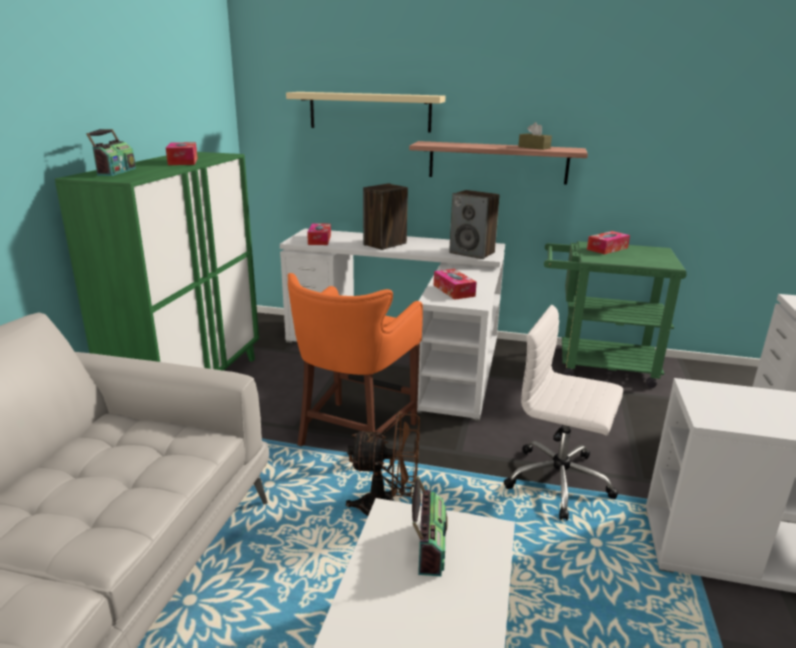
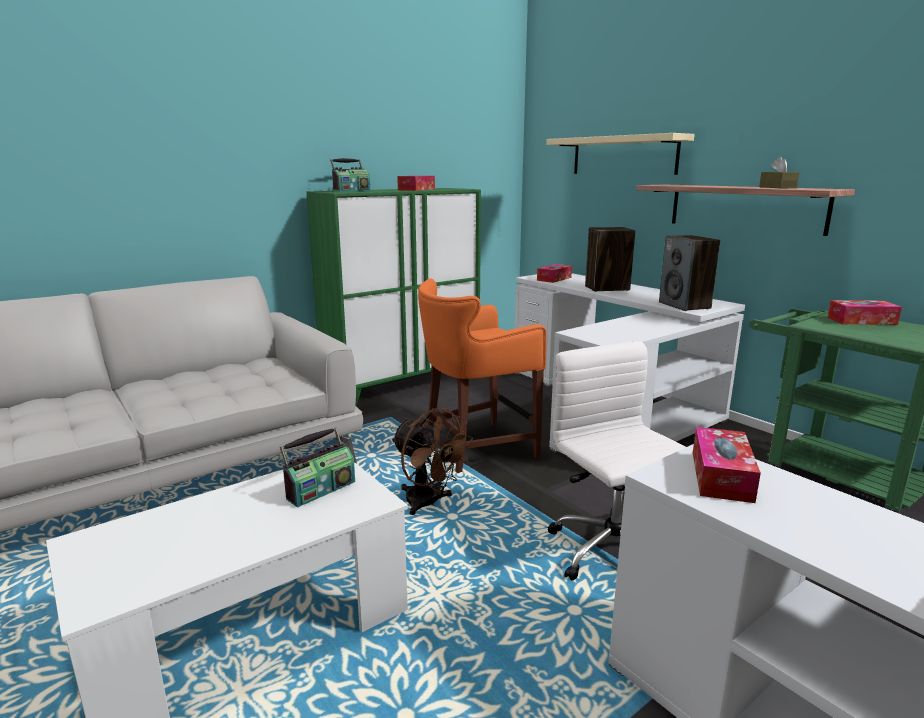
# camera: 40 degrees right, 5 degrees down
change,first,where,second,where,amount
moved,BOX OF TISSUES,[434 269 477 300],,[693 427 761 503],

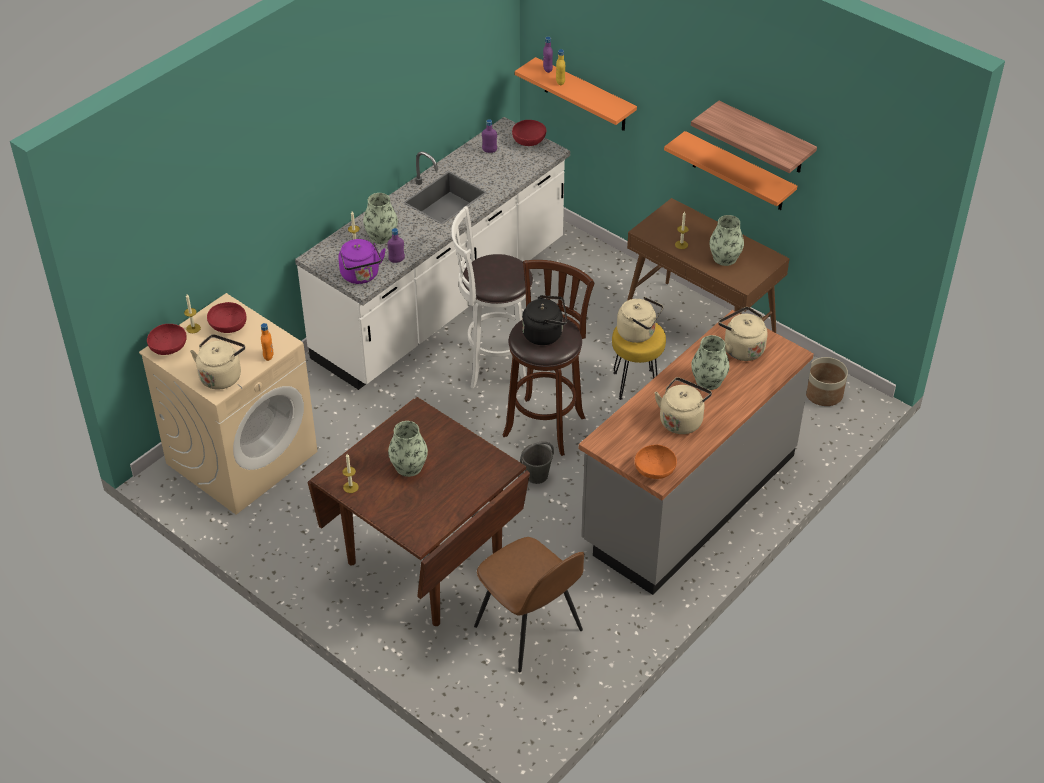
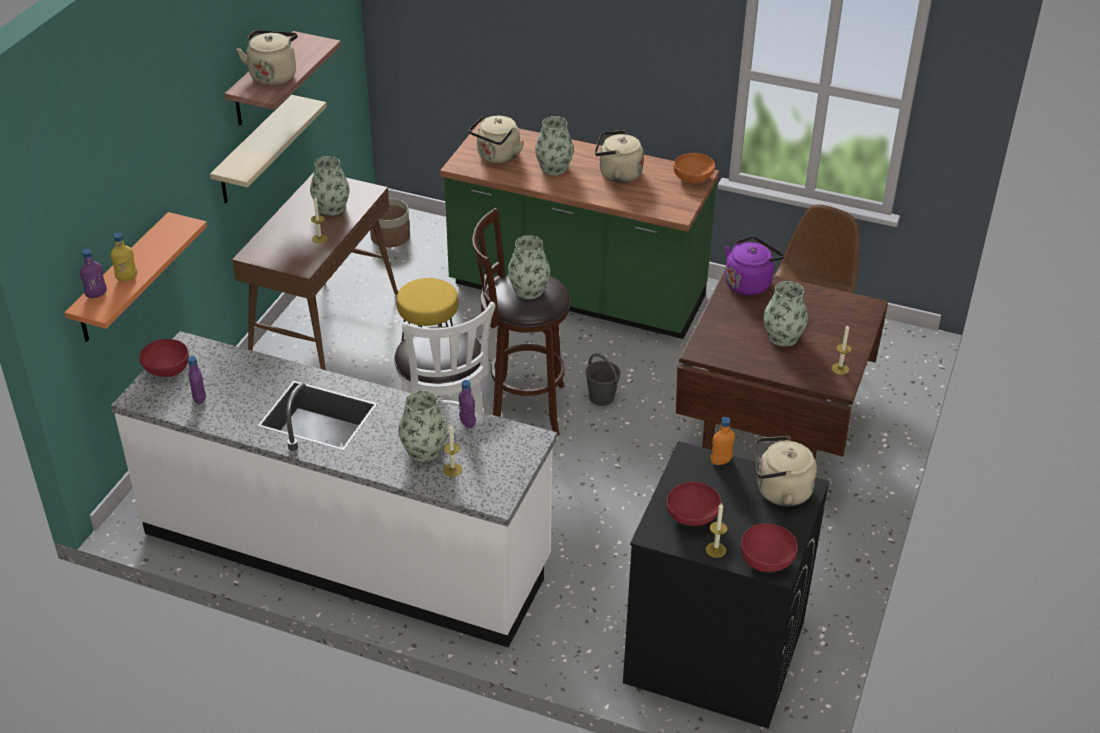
# camera: 110 degrees left, 5 degrees down
change,first,where,second,where,amount
recoloured,BEIGE-COLOURED LAUNDRY APPLIANCE,[139 293 317 515],BLACK LAUNDRY APPLIANCE,[623 441 829 729],
moved,PURPLE-COLOURED WATER KETTLE,[338 239 386 284],,[725 236 784 295],
replaced,BLACK WATER KETTLE,[522 295 567 345],FLOWER VASE,[508 235 550 299],
recoloured,GRAY COUNTER,[579 310 814 595],GREEN-COLOURED COUNTER,[440 123 719 339],
moved,BEIGE-COLOURED WATER KETTLE,[617 297 663 343],,[237 30 298 85],
recoloured,ORANGE WALL SHELF,[664 131 797 210],BEIGE-COLOURED WALL SHELF,[210 95 327 203],

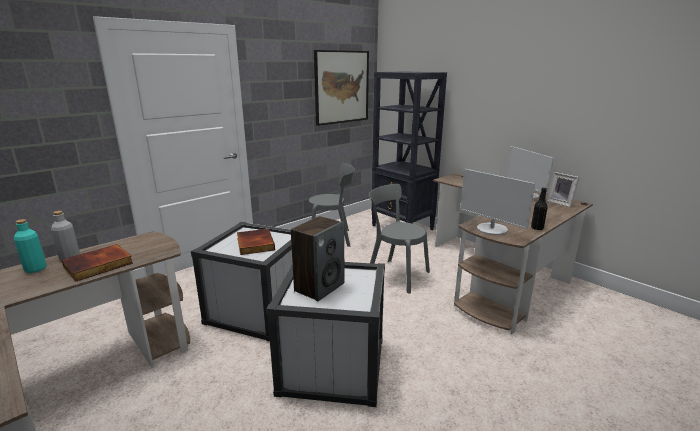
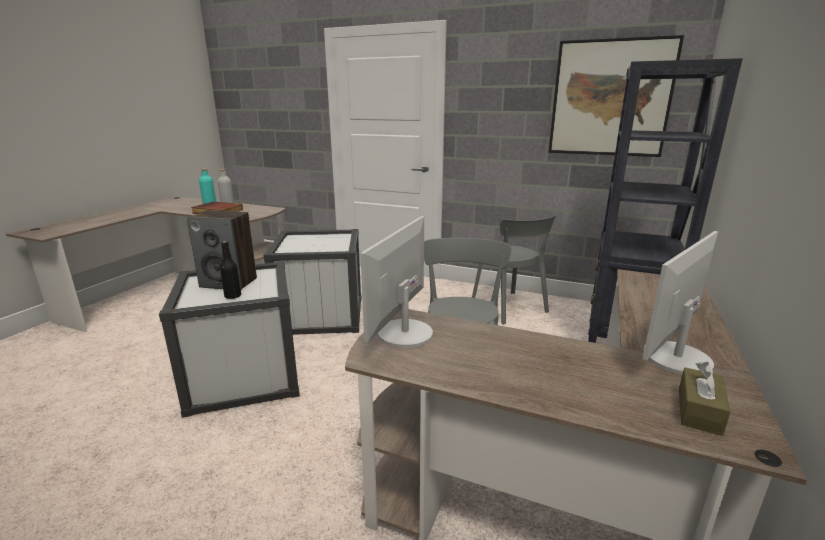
# camera: 65 degrees right, 0 degrees up
change,first,where,second,where,amount
removed,VOLUME,[237 229 275 255],,,
moved,BLACK BOTTLE,[531 187 548 230],,[220 241 241 299],
replaced,PHOTO FRAME,[547 172 579 207],BROWN-COLOURED BOX OF TISSUES,[679 362 731 436],

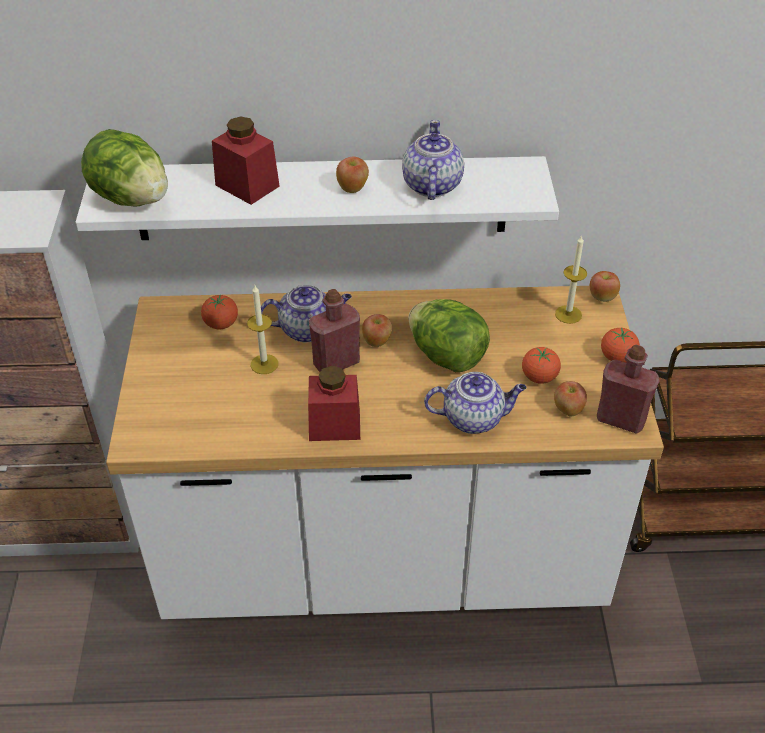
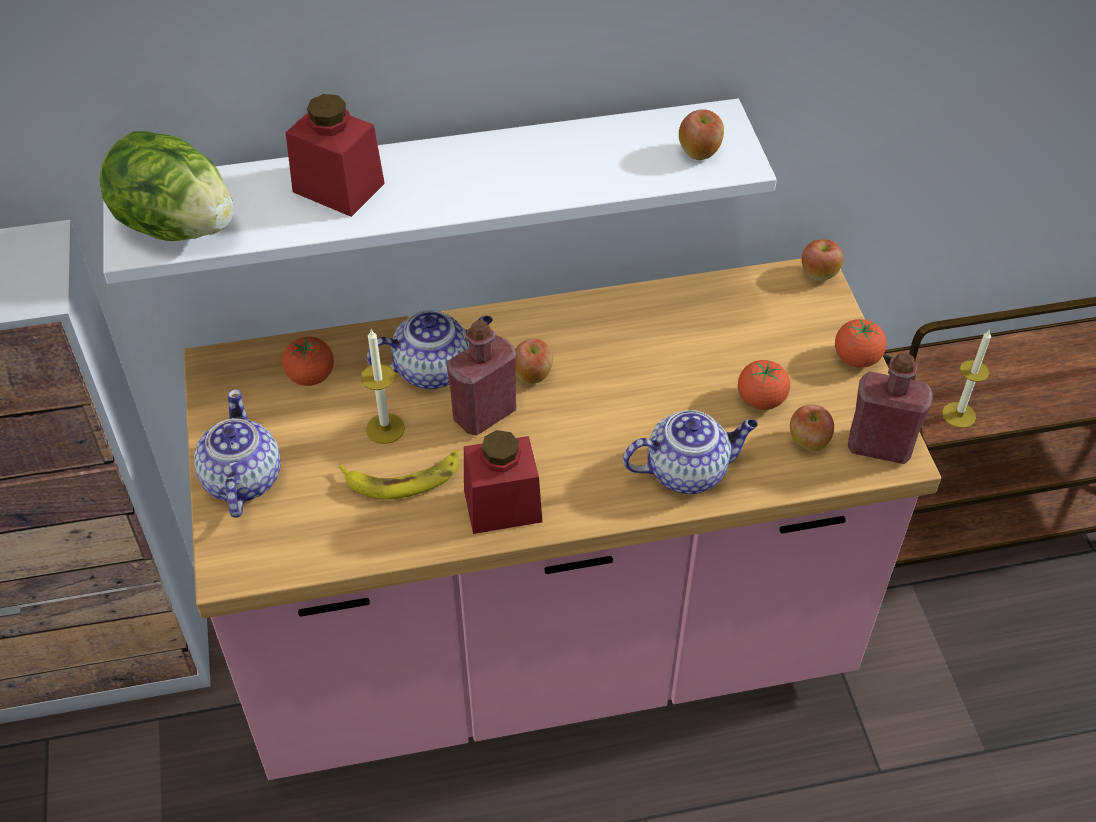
# camera: 10 degrees left, 5 degrees up
change,first,where,second,where,amount
recoloured,WHITISH COUNTER,[106 286 664 619],PINKISH COUNTER,[184 258 941 780],
moved,APPLE FRUIT,[336 157 369 193],,[679 109 724 160],
moved,POT FOR TEA,[402 120 464 200],,[194 389 281 518],
removed,LETTUCE,[409 299 490 372],,,
moved,CANDLE,[555 235 587 324],,[942 329 991 428],
added,,,BANANA,[339 450 459 500],

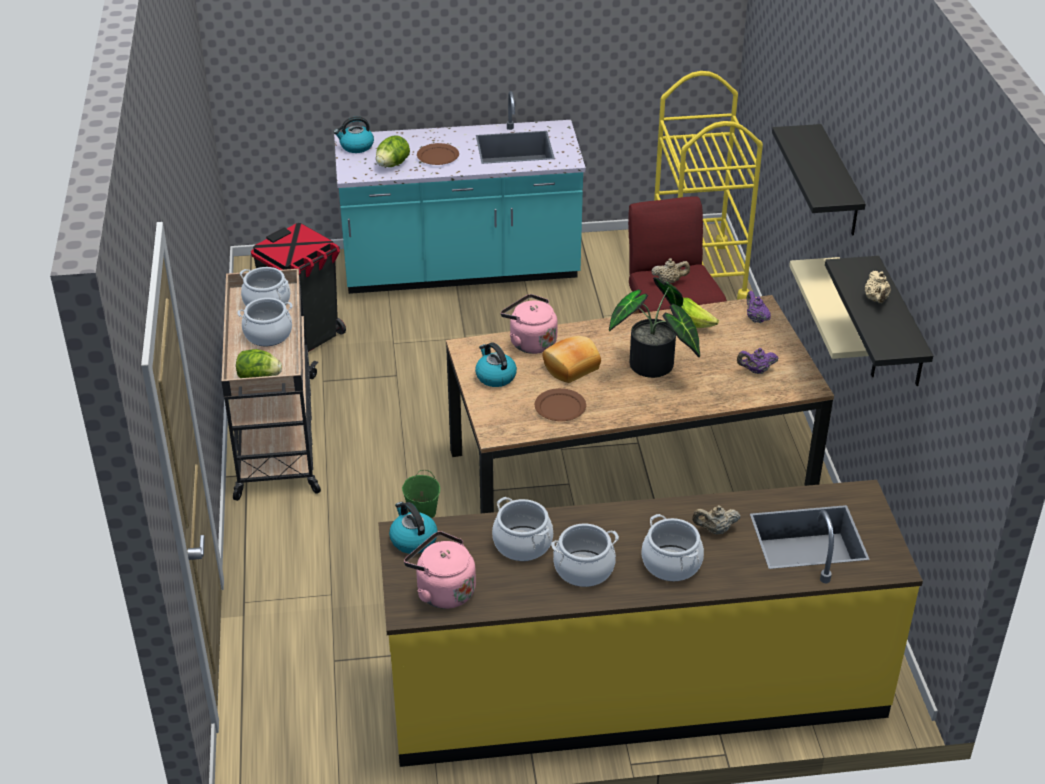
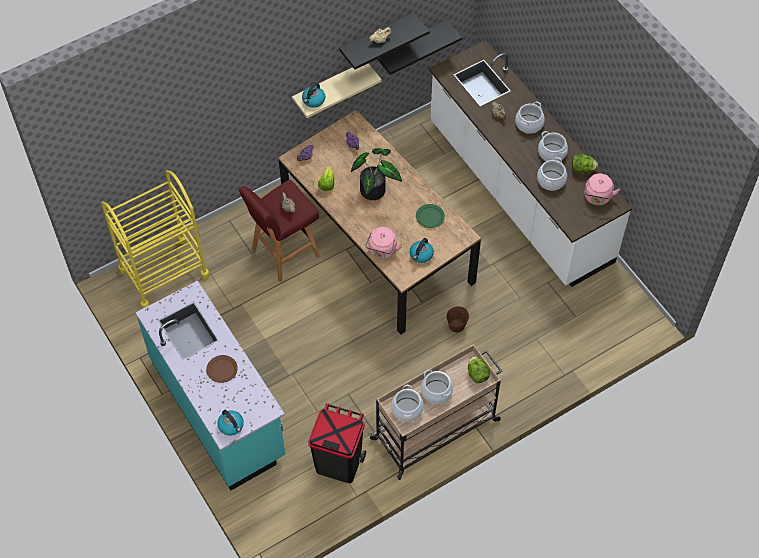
# camera: 115 degrees left, 20 degrees up
change,first,where,second,where,amount
moved,LETTUCE,[376 135 410 167],,[572 154 598 174],
recoloured,YELLOW-COLOURED COUNTER,[378 480 923 767],WHITISH COUNTER,[429 40 632 287],
moved,WATER KETTLE,[389 502 438 554],,[302 83 325 108],
recoloured,GREEN-COLOURED BUCKET,[402 470 440 518],BROWN-COLOURED BUCKET,[447 306 469 333],
recoloured,BROWN-COLOURED PLATE,[535 388 586 421],GREEN-COLOURED PLATE,[416 204 445 228],
removed,BREAD,[543 336 601 383],,,
moved,BLACK WALL SHELF,[772 124 866 236],,[377 19 462 75],

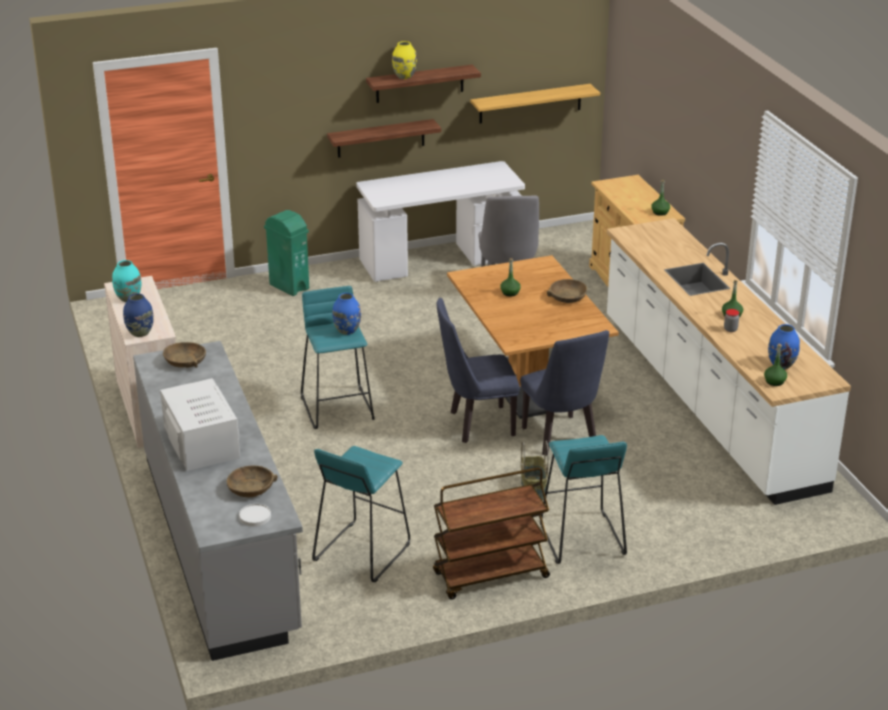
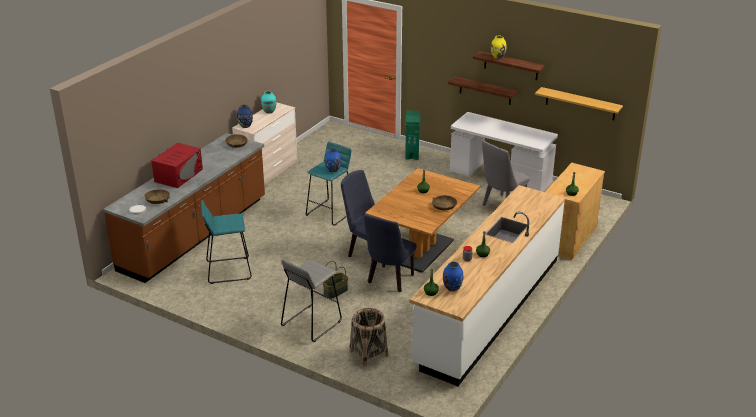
# camera: 50 degrees right, 0 degrees up
change,first,where,second,where,amount
recoloured,GRAY COUNTER,[133 341 303 661],BROWN-COLOURED COUNTER,[103 133 265 283],
recoloured,WHITISH MICROWAVE OVEN,[160 378 240 471],RED MICROWAVE OVEN,[152 143 203 188],
removed,BROWN-COLOURED TROLLEY,[433 467 550 600],,,
recoloured,BLUE-GREEN SITTING STOOL,[540 435 627 564],GRAY SITTING STOOL,[281 259 342 342],
added,,,HOUSEHOLD BASKET,[349 308 388 366],

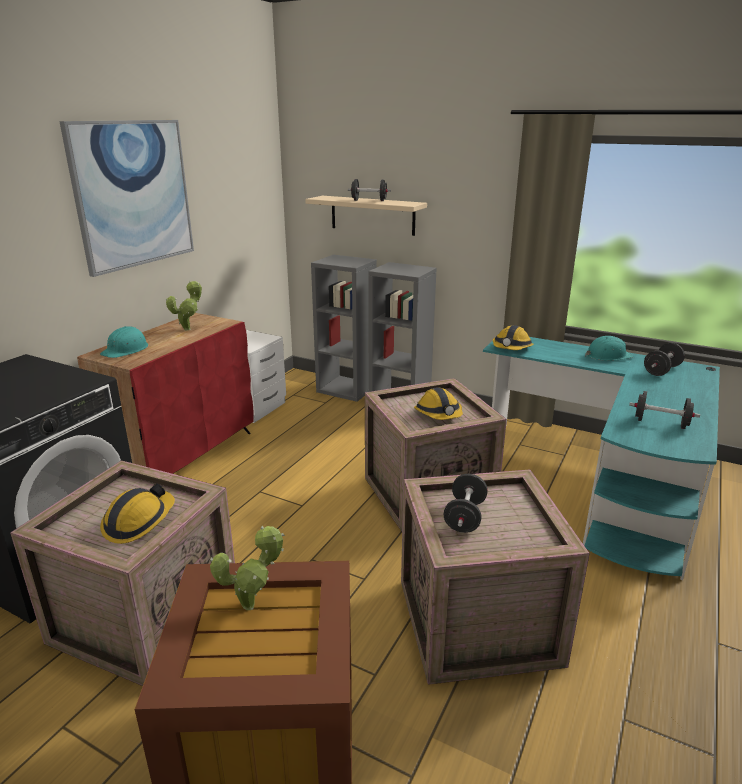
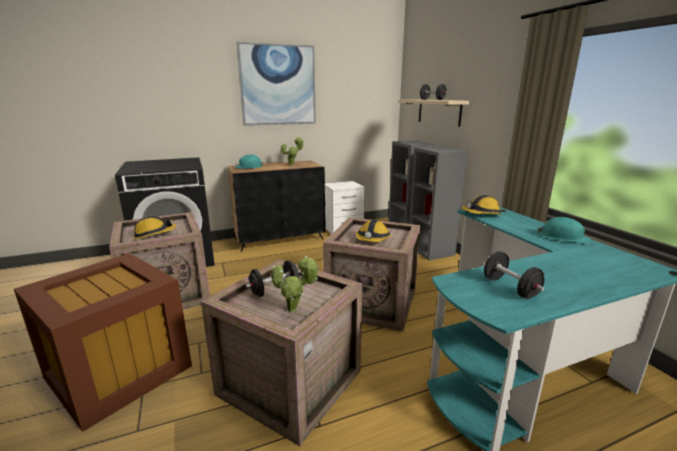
# camera: 40 degrees right, 5 degrees down
change,first,where,second,where,amount
recoloured,RED STORAGE CABINET,[77 313 254 474],BLACK STORAGE CABINET,[228 160 325 252],
moved,HOUSEPLANT,[210 526 285 610],,[271 255 320 313],
removed,BLACK HAND WEIGHT,[644 342 685 376],,,

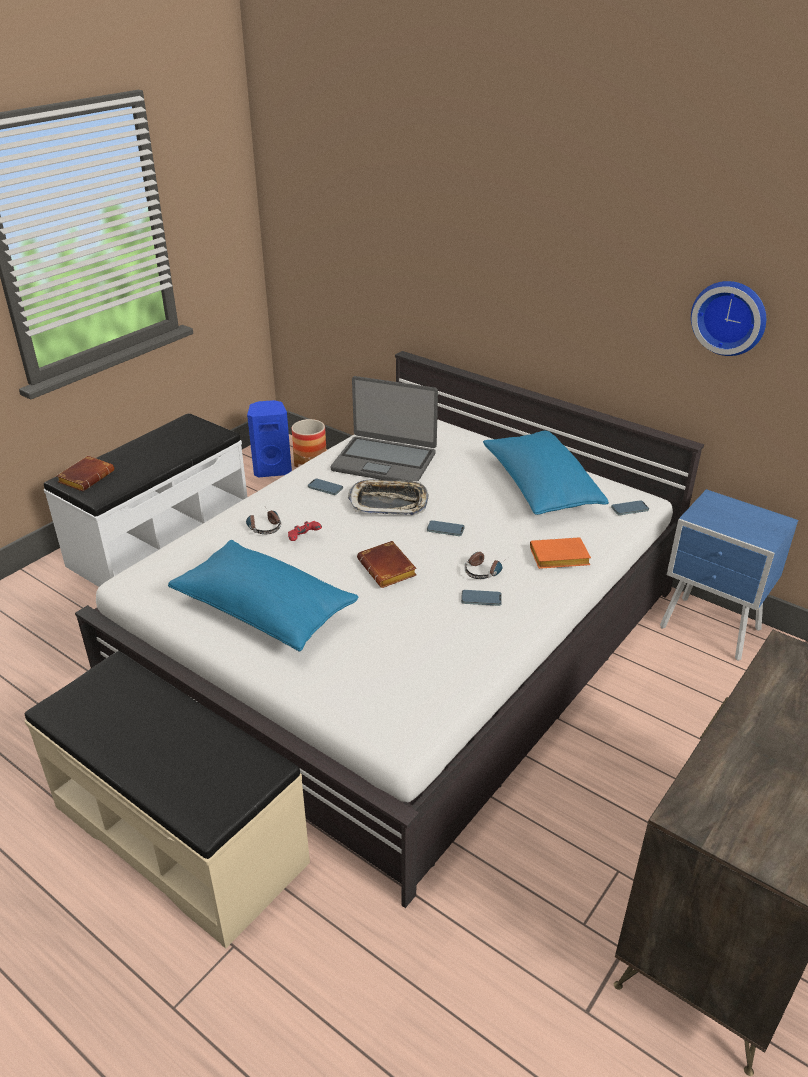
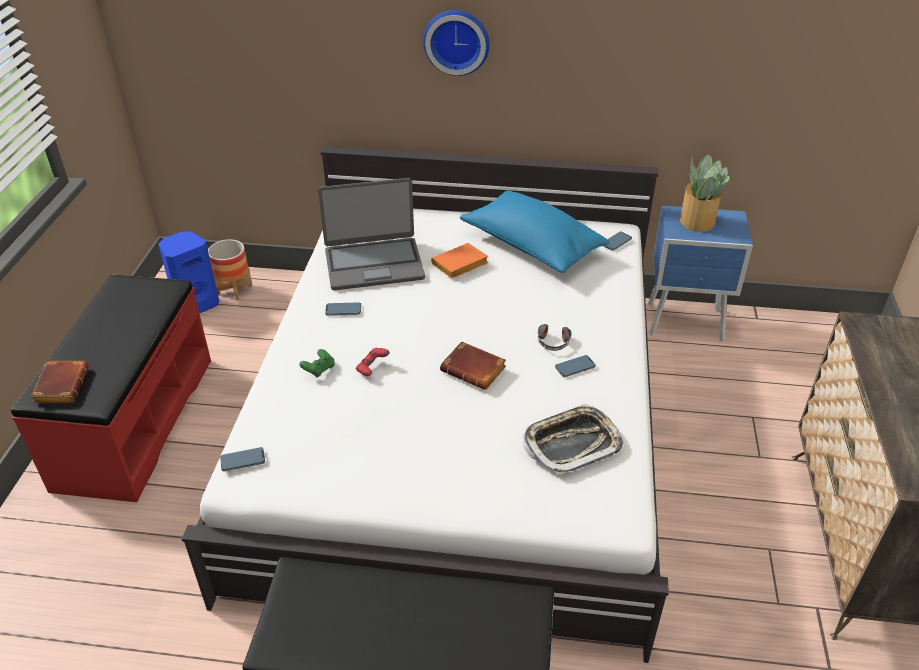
# camera: 30 degrees left, 5 degrees up
change,first,where,second,where,amount
recoloured,WHITISH INDOOR BENCH,[44 413 247 587],RED INDOOR BENCH,[11 275 211 502],
removed,BLUE-COLOURED CUSHION,[168 540 358 652],,,
replaced,HEADPHONES,[246 508 281 534],GREEN-COLOURED JOYPAD,[299 349 335 378],
moved,CARRYING TRAY,[348 480 429 515],,[523 404 624 475],
moved,PHONE,[427 520 465 536],,[220 447 265 472],
moved,ORANGE VOLUME,[530 537 591 569],,[431 243 488 279],
moved,HANGING CLOCK,[691 281 766 356],,[423 10 490 76],
added,,,HOUSEPLANT,[680 154 730 232],

